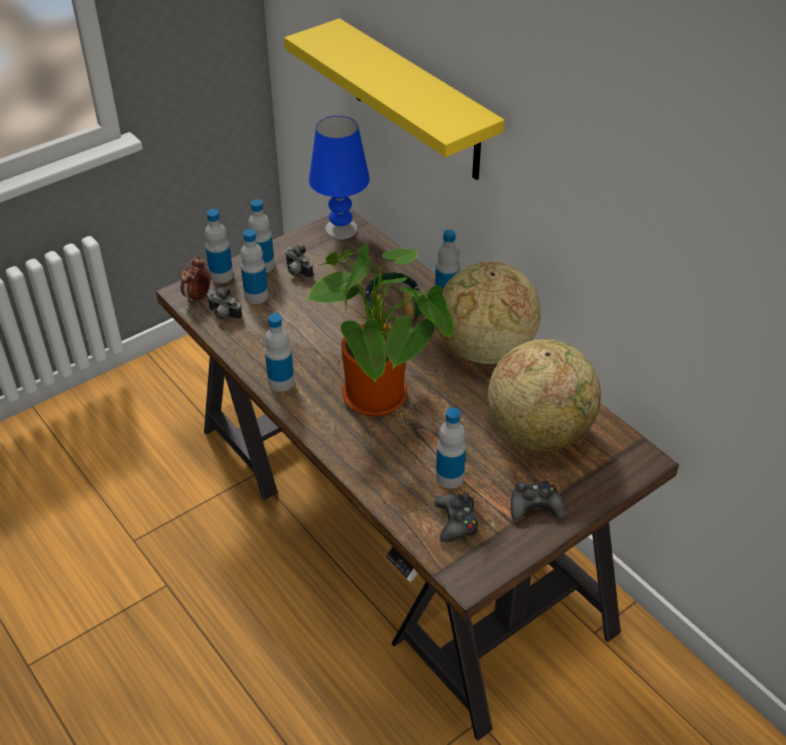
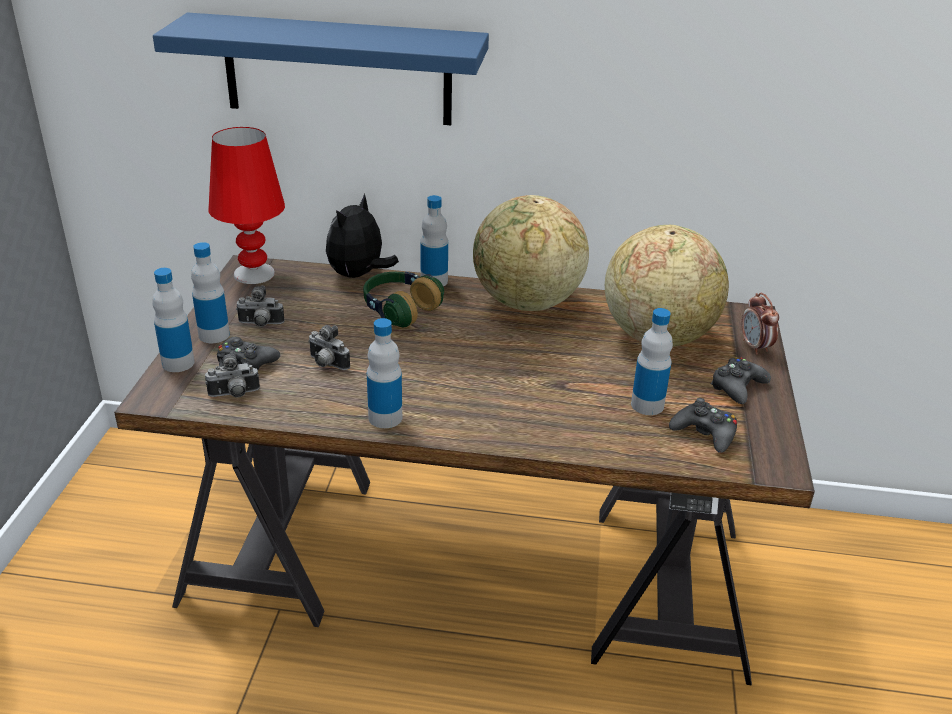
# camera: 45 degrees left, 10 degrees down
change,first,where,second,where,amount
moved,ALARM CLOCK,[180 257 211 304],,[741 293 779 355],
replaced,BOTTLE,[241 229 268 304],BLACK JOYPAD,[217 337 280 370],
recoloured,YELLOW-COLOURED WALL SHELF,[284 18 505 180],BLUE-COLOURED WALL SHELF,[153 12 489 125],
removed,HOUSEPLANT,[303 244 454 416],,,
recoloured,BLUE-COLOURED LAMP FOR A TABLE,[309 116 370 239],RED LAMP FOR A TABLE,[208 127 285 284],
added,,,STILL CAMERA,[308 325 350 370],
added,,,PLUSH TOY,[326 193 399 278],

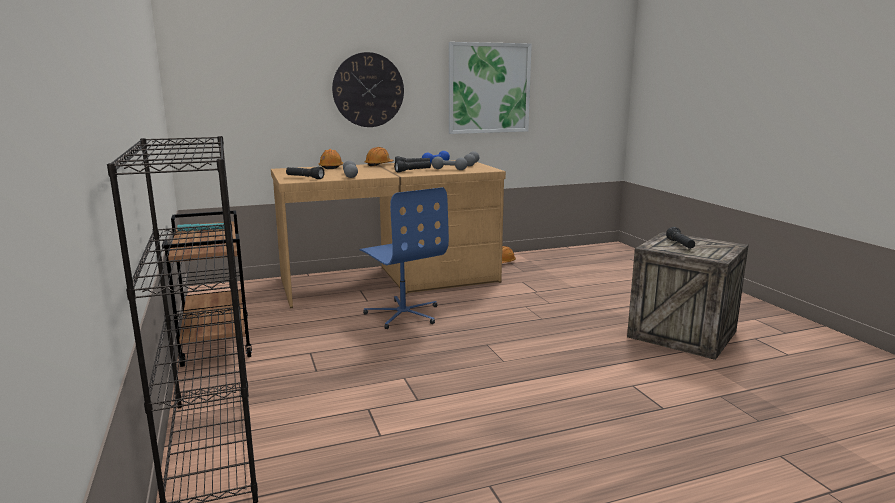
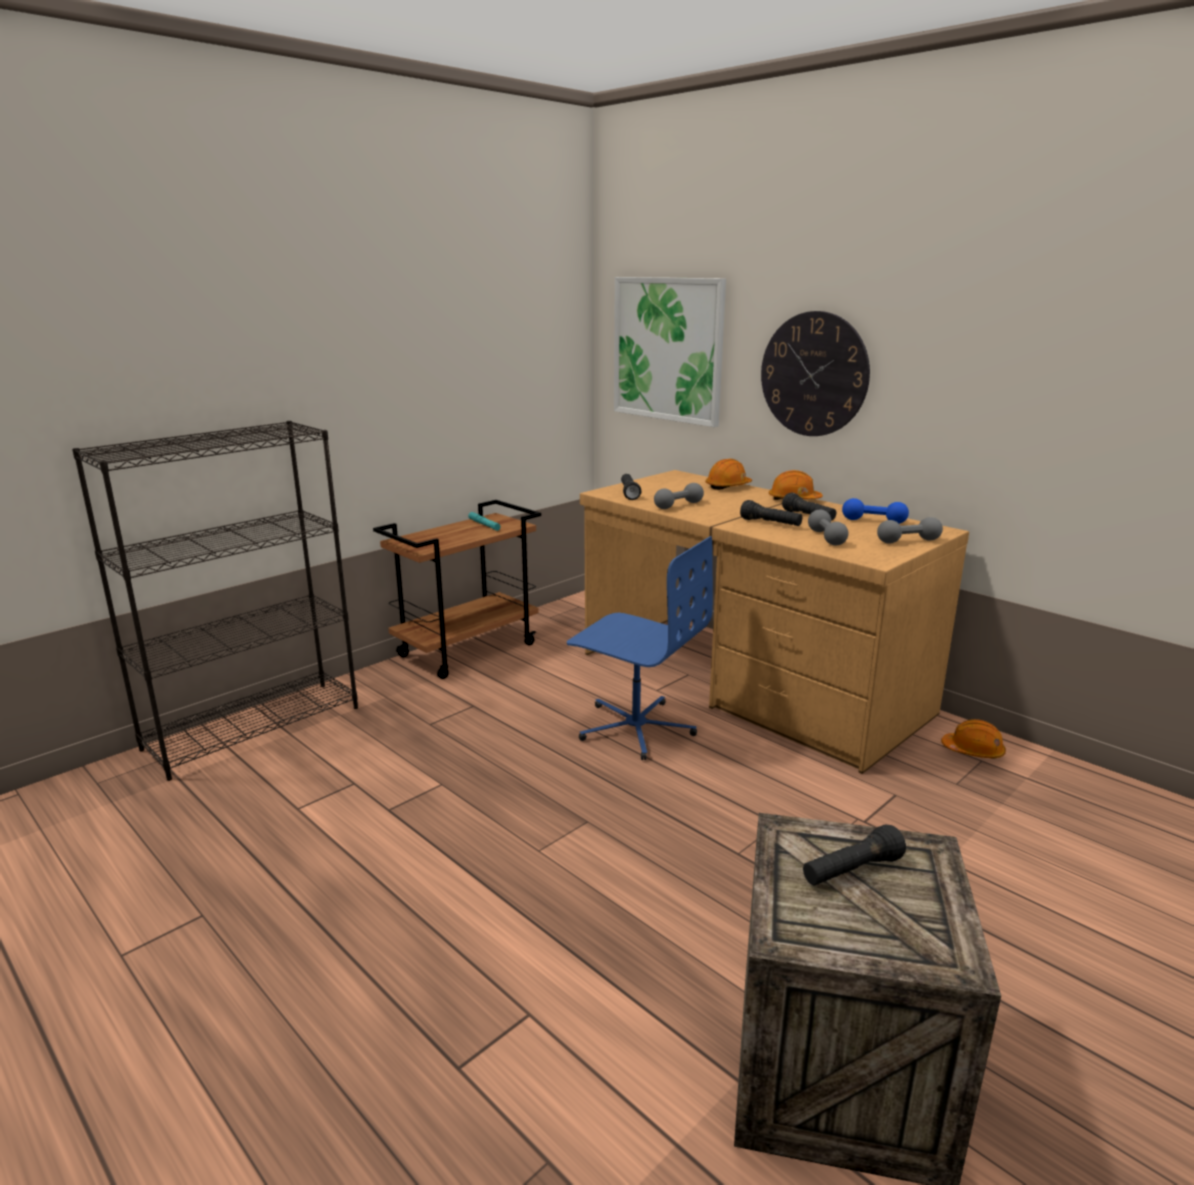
# camera: 65 degrees right, 5 degrees up
change,first,where,second,where,amount
turned,BLUE-COLOURED COMPUTER CHAIR,[360 187 449 329],,[567 536 713 760],90 degrees counterclockwise
moved,PICTURE,[449 42 532 134],,[614 277 726 427],

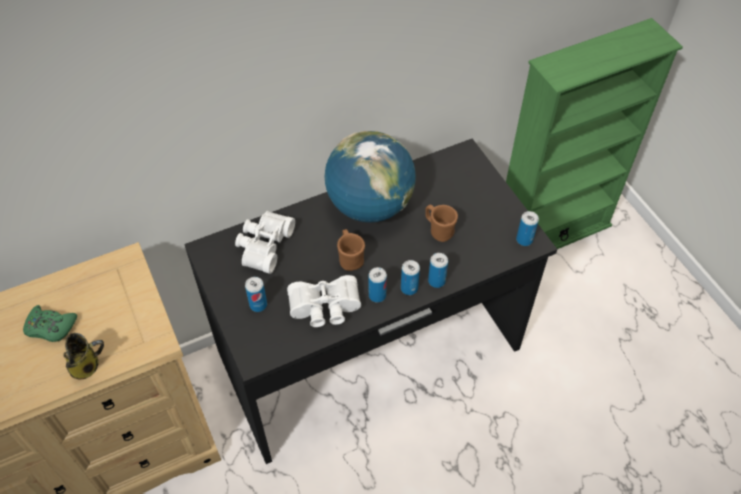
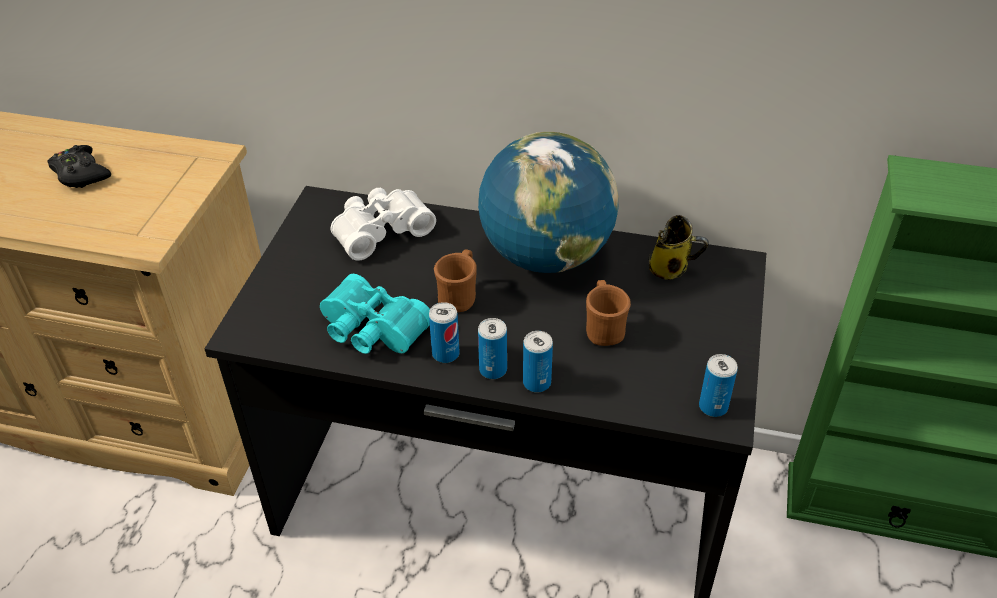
# camera: 40 degrees right, 10 degrees down
change,first,where,second,where,amount
recoloured,GREEN-COLOURED JOYPAD,[23 305 77 342],BLACK JOYPAD,[48 145 111 188],
moved,TEA MUG,[63 333 104 379],,[649 215 709 280],
removed,METAL CAN,[245 277 267 312],,,
recoloured,WHITISH FIELD GLASSES,[287 275 361 327],BLUE-GREEN FIELD GLASSES,[320 274 430 354],

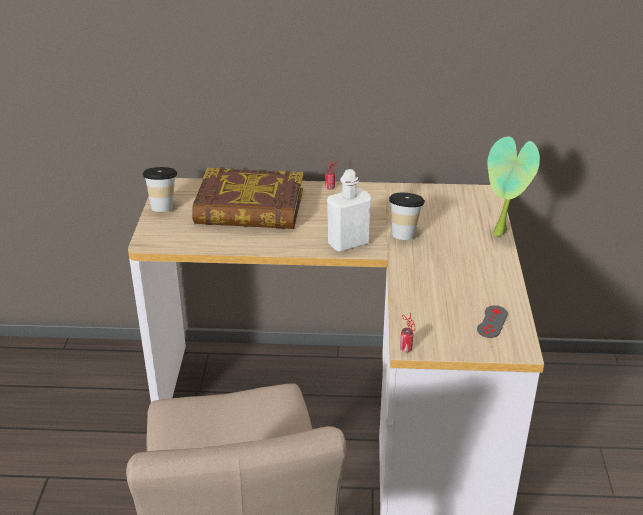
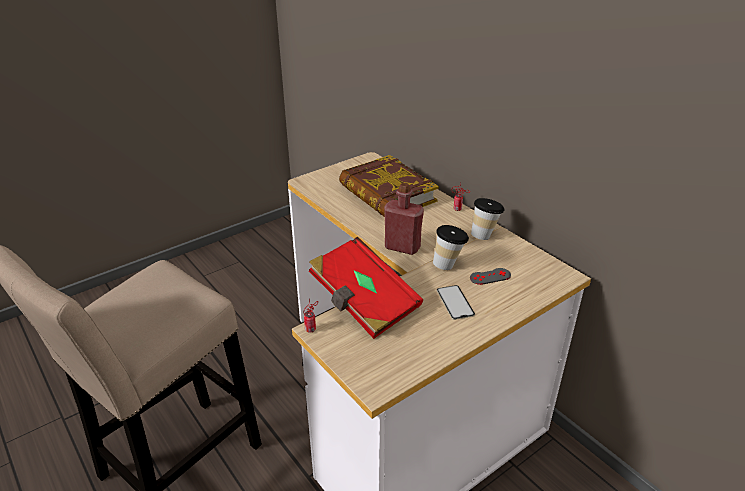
# camera: 50 degrees right, 0 degrees up
change,first,where,second,where,amount
moved,DRINKING CUP,[143 167 177 212],,[471 198 504 240],
recoloured,WHITISH BOTTLE,[327 169 372 252],RED BOTTLE,[384 183 424 255],
moved,GRAY JOYPAD,[477 305 508 338],,[470 268 511 285],
removed,HOUSEPLANT,[487 136 540 237],,,
added,,,RED VOLUME,[309 237 423 339],
added,,,PHONE,[437 285 475 320],

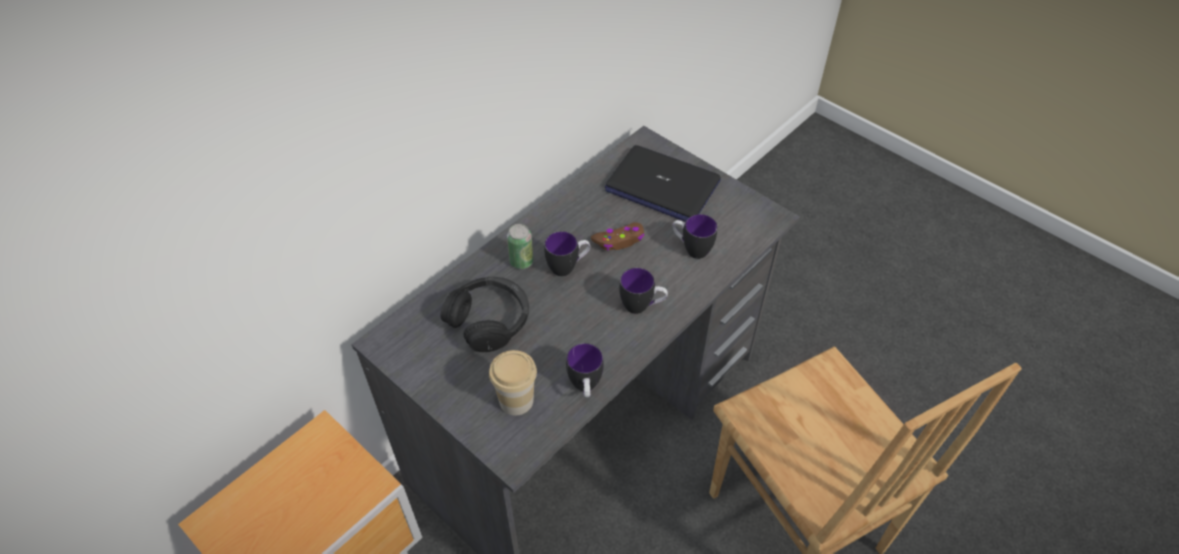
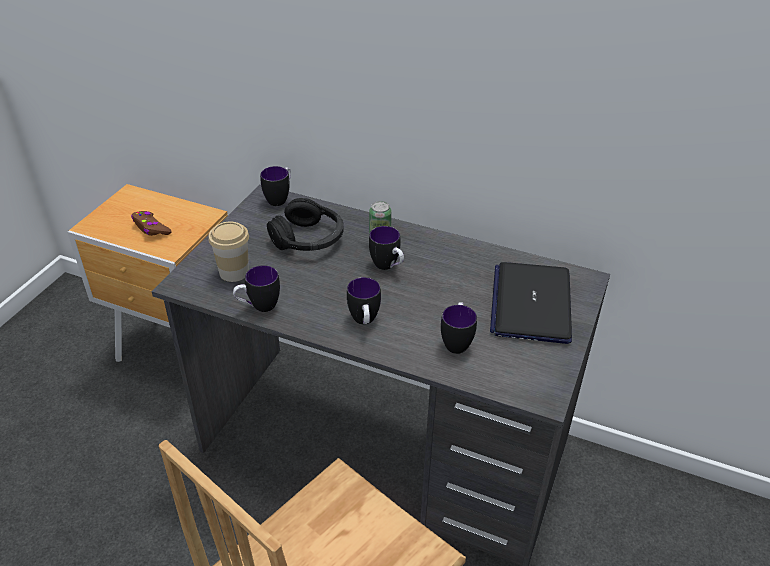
# camera: 70 degrees right, 10 degrees down
change,first,where,second,where,amount
moved,BROWN-COLOURED JOYPAD,[591 222 644 250],,[131 211 172 236],
added,,,TEA MUG,[260 166 291 206],

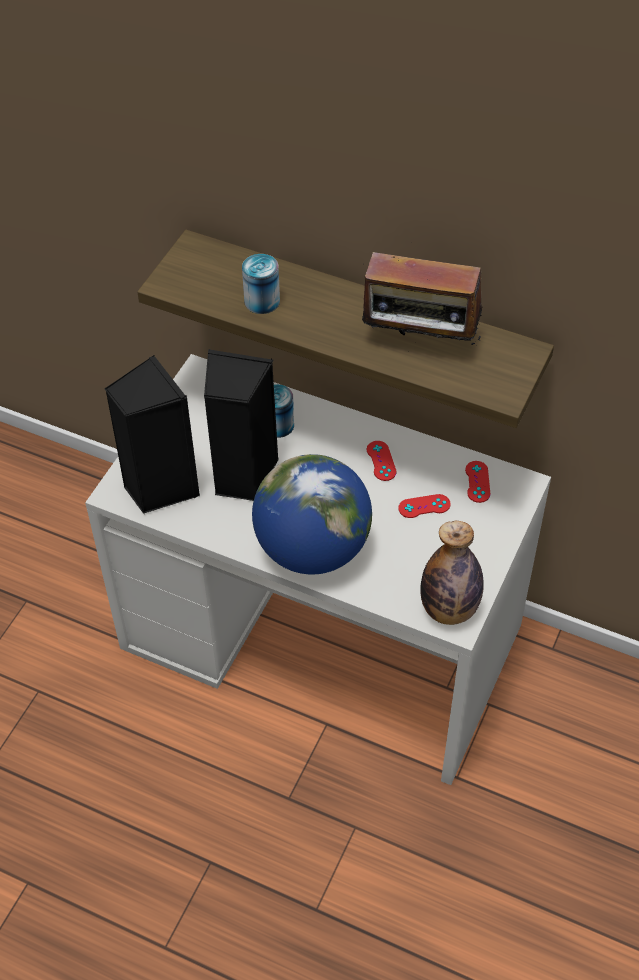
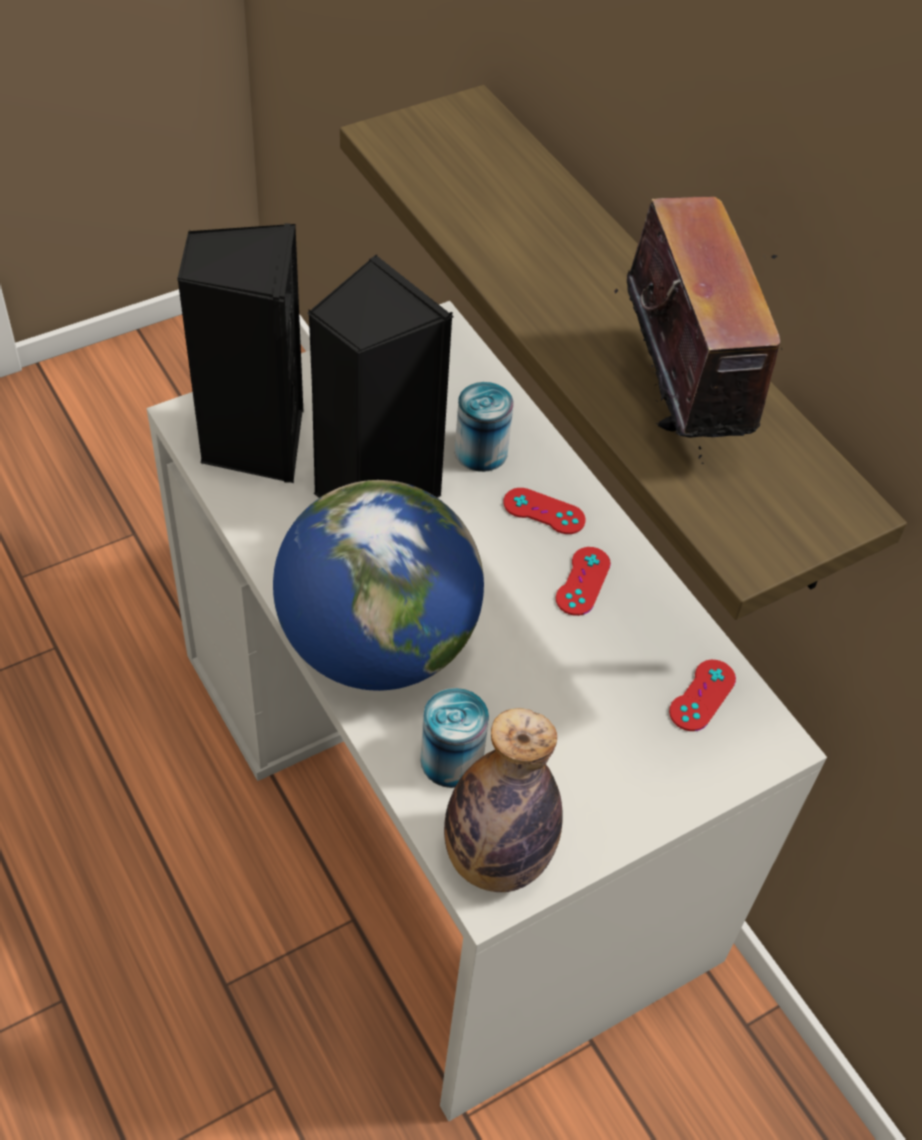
# camera: 30 degrees right, 0 degrees up
change,first,where,second,where,amount
moved,METAL CAN,[242 254 280 314],,[420 688 489 788],
turned,RADIO SET,[362 252 483 356],,[614 197 782 464],150 degrees counterclockwise
moved,RED JOYPAD,[398 494 451 518],,[503 488 586 534],

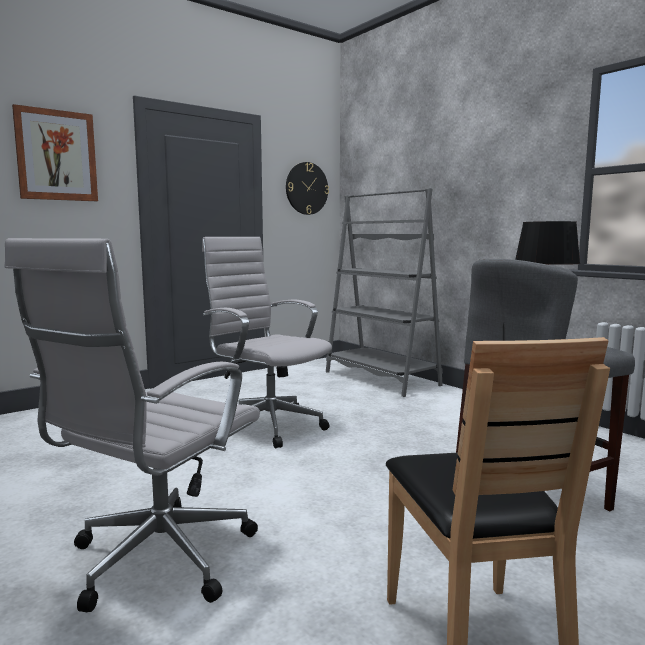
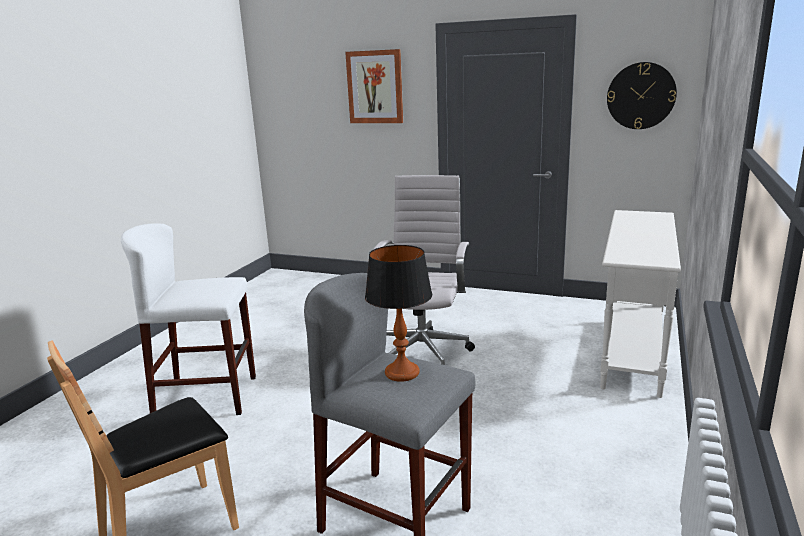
# camera: 60 degrees right, 10 degrees up
change,first,where,second,where,amount
replaced,WHITISH COMPUTER CHAIR,[5 238 260 612],WHITISH SITTING STOOL,[121 223 256 415],
replaced,GRAY SHELVING UNIT,[326 188 443 397],WHITISH HALL TABLE,[600 210 681 398],

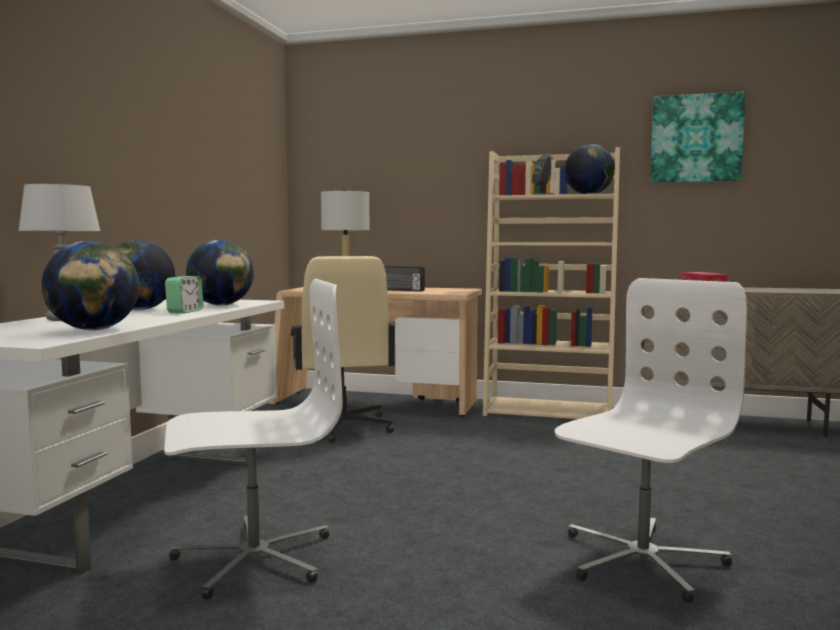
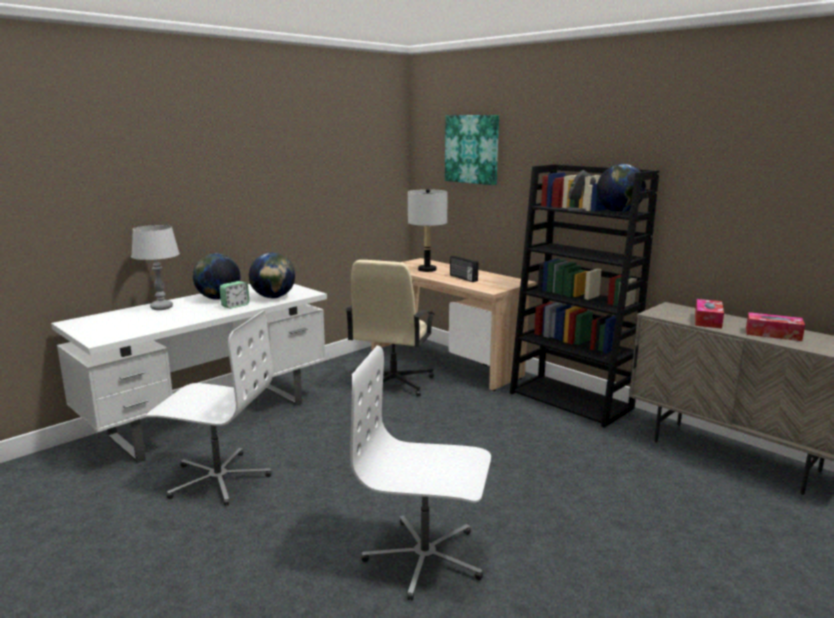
# camera: 30 degrees right, 10 degrees up
change,first,where,second,where,amount
removed,GLOBE,[41 241 140 330],,,
recoloured,BEIGE-COLOURED SHELVING UNIT,[483 147 620 419],BLACK SHELVING UNIT,[510 164 660 428],
turned,WHITISH COMPUTER CHAIR,[555 278 747 603],,[350 346 491 601],150 degrees counterclockwise
moved,PICTURE,[650 92 746 183],,[445 115 499 185],
added,,,BOX OF TISSUES,[746 312 805 341],

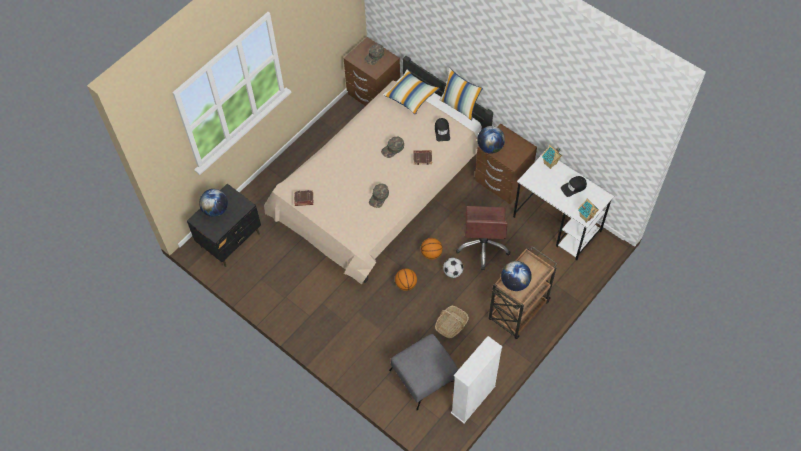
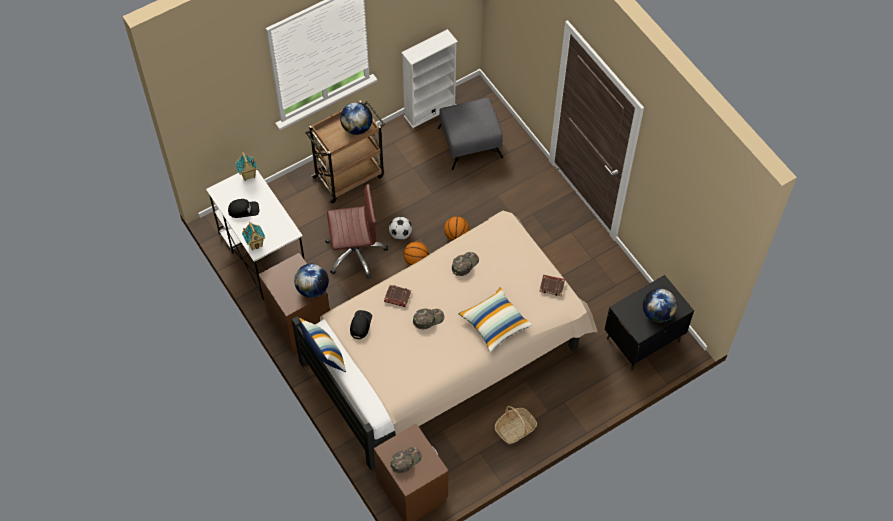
# camera: 165 degrees left, 0 degrees up
change,first,where,second,where,amount
moved,CUSHION,[383 70 440 115],,[458 287 532 352],
moved,HOUSEHOLD BASKET,[435 306 469 338],,[495 406 537 444],
turned,BROWN-COLOURED COMPUTER CHAIR,[456 206 511 270],,[325 184 388 279],60 degrees clockwise

